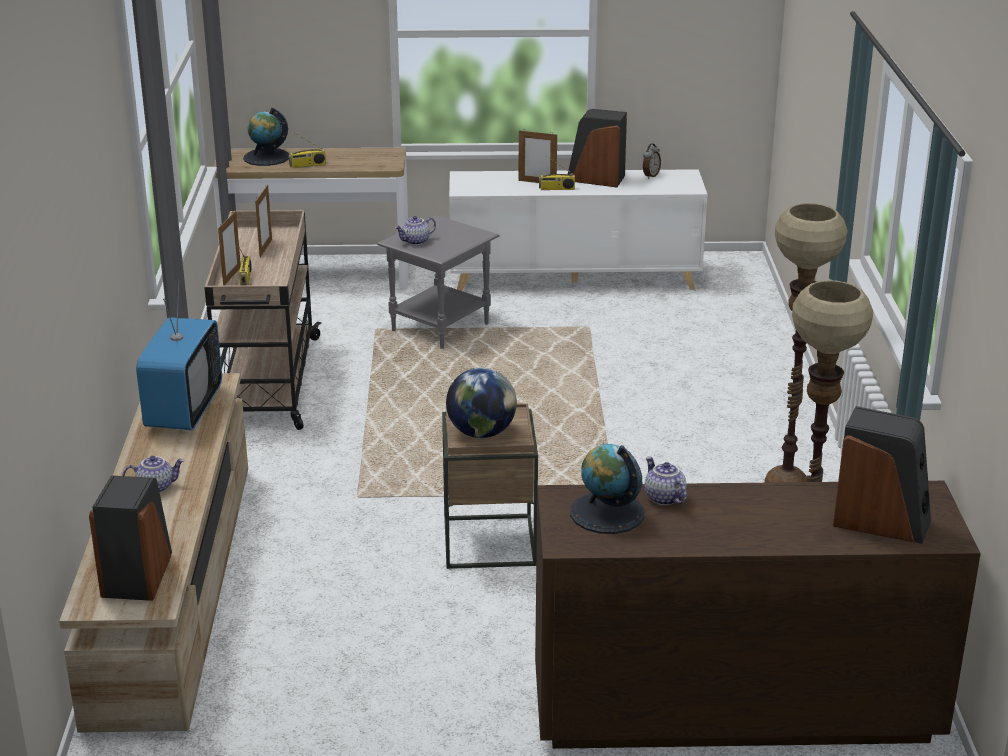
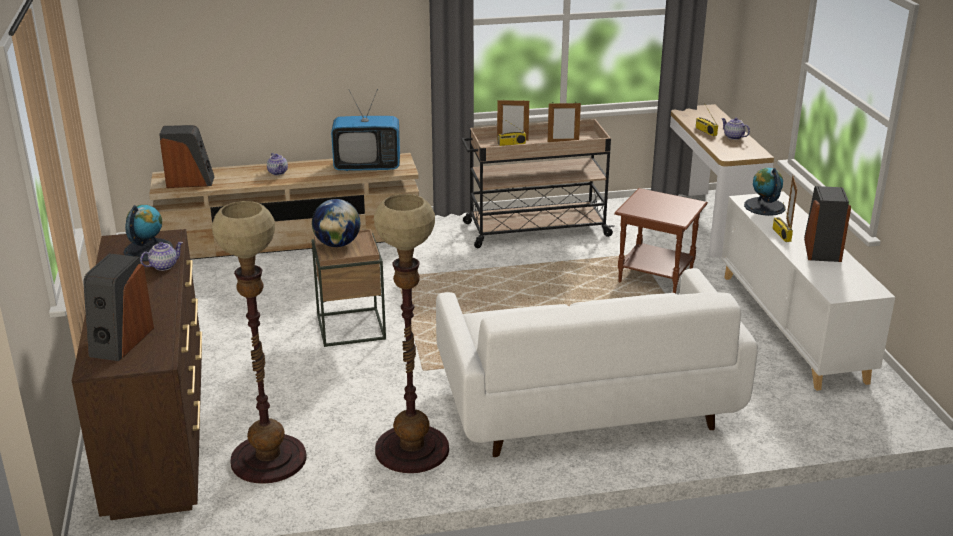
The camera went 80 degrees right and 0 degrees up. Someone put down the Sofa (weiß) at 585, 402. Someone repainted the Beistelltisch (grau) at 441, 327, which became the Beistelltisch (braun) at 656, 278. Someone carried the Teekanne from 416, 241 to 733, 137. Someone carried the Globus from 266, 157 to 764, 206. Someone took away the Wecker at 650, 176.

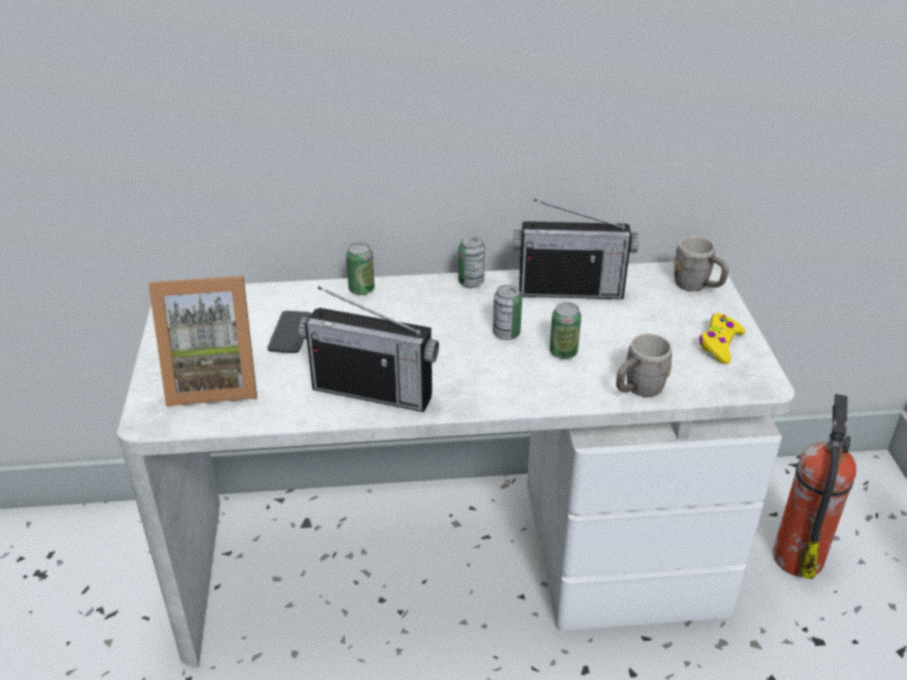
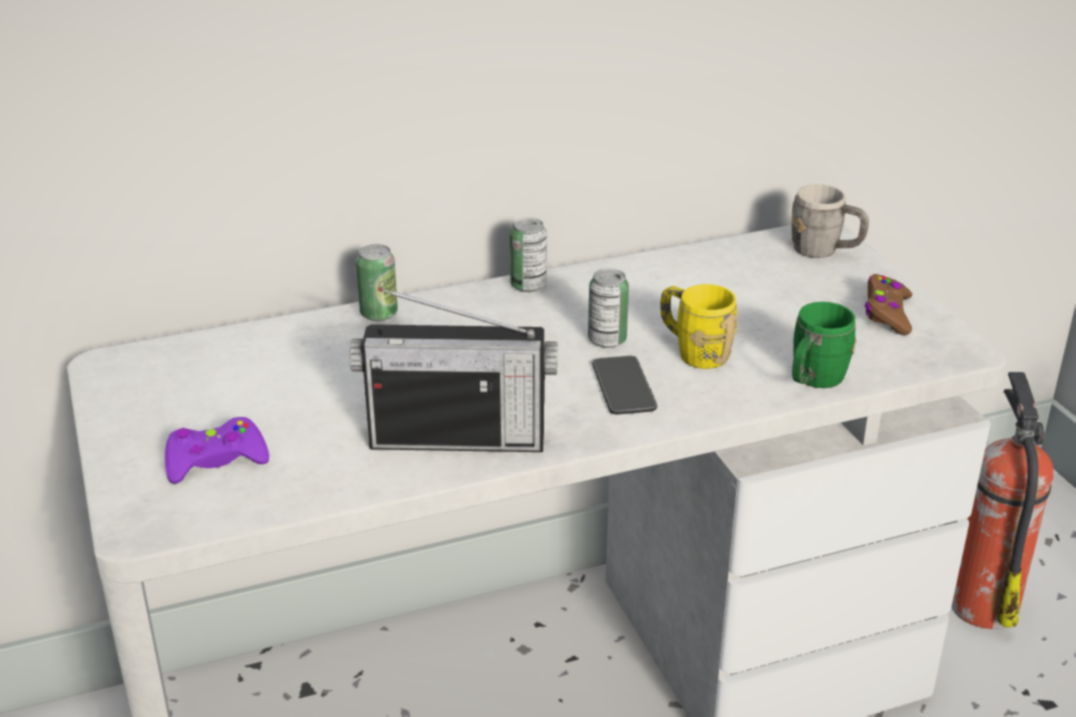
The camera went 15 degrees left and 5 degrees down. Someone swapped the Bilderrahmen at 213, 381 for the Gamepad (lila) at 215, 460. Someone carried the Handy from 290, 333 to 623, 387. Someone swapped the Dose at 563, 352 for the Henkelbecher (gelb) at 694, 351. Someone repainted the Henkelbecher (grau) at 638, 390, which became the Henkelbecher (grün) at 813, 381. Someone repainted the Gamepad (gelb) at 719, 344, which became the Gamepad (braun) at 887, 313. Someone took away the Radio at 570, 290.

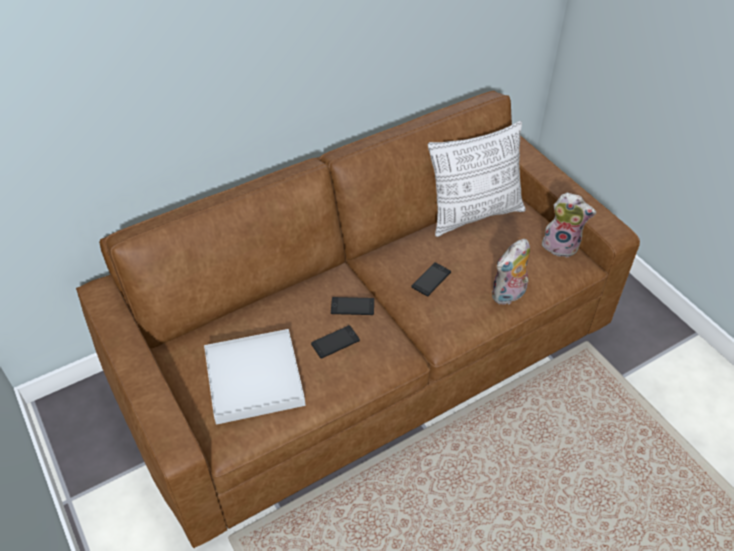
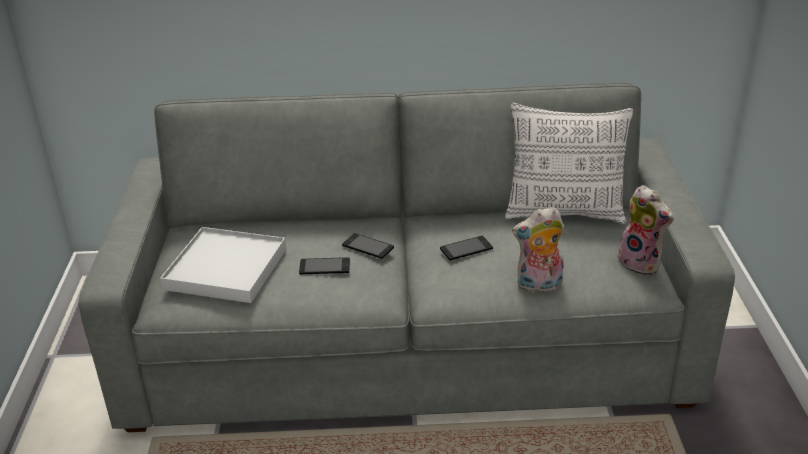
The camera went 30 degrees right and 15 degrees down. Someone repainted the Sofa (braun) at 366, 351, which became the Sofa (grau) at 407, 338.

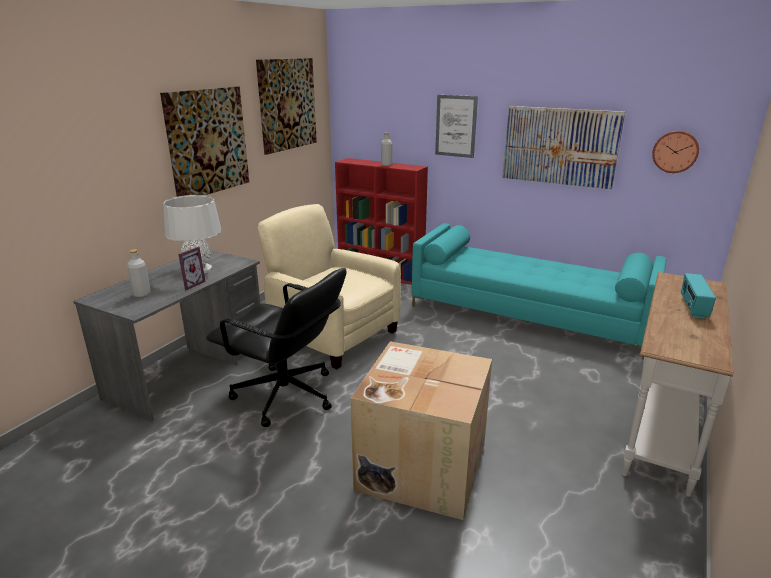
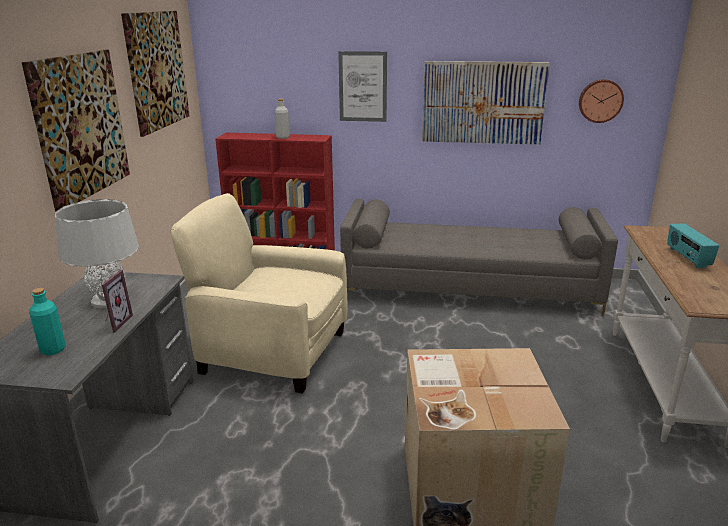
The camera went 20 degrees left and 0 degrees up. Someone repainted the Flasche (grau) at 142, 294, which became the Flasche (türkis) at 53, 350. Someone repainted the Sofa (türkis) at 528, 315, which became the Sofa (grau) at 469, 288. Someone took away the Bürostuhl (schwarz) at 285, 396.

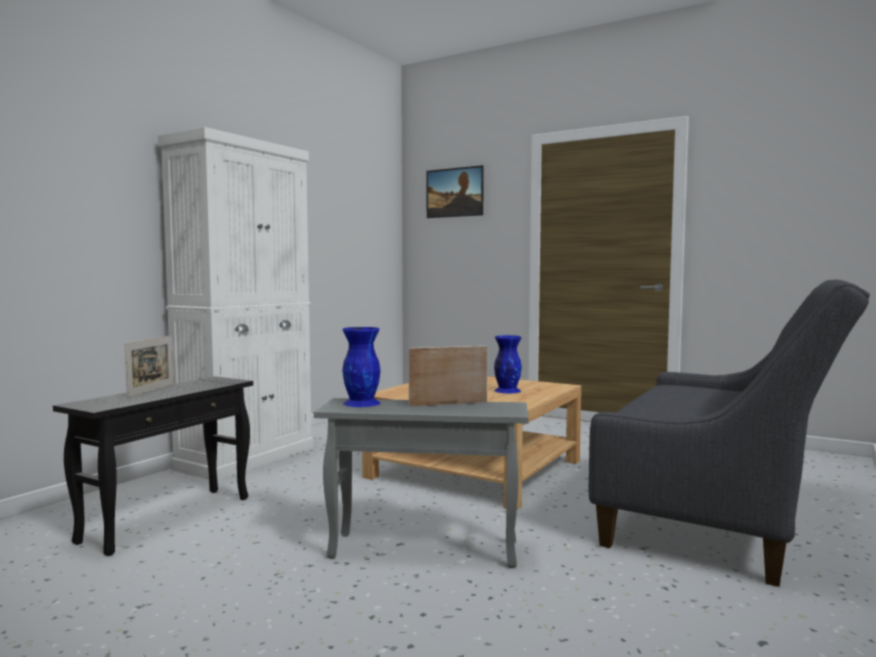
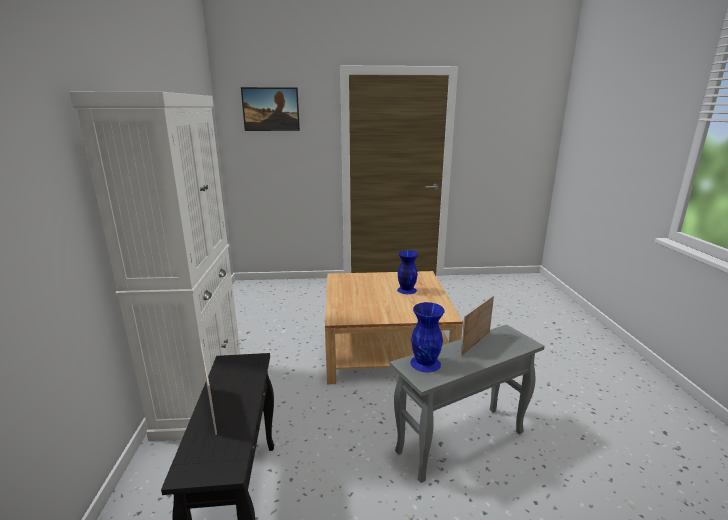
The camera went 35 degrees left and 15 degrees up. Someone took away the Sofa (grau) at 726, 515.

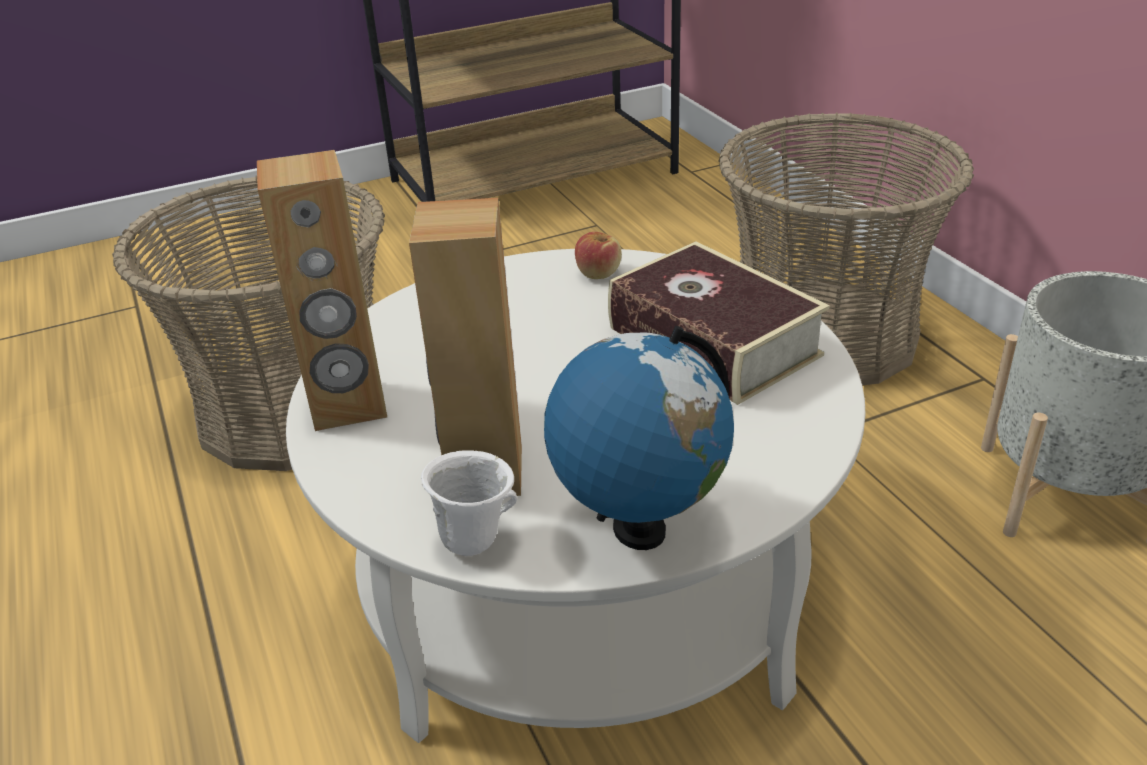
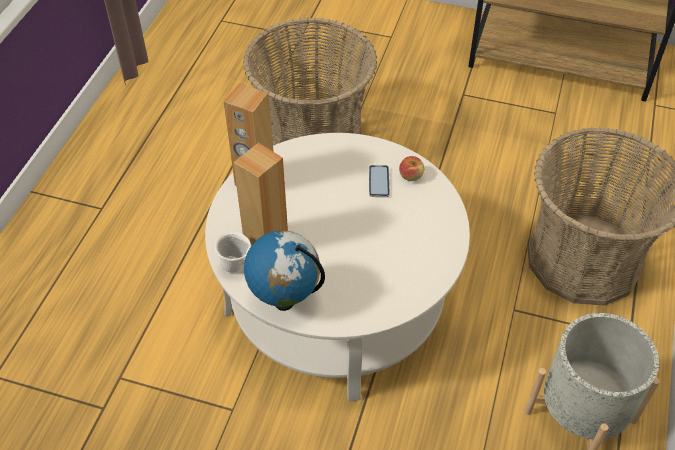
The camera went 40 degrees right and 15 degrees up. Someone put down the Handy at 379, 182. Someone took away the Buch at 713, 342.

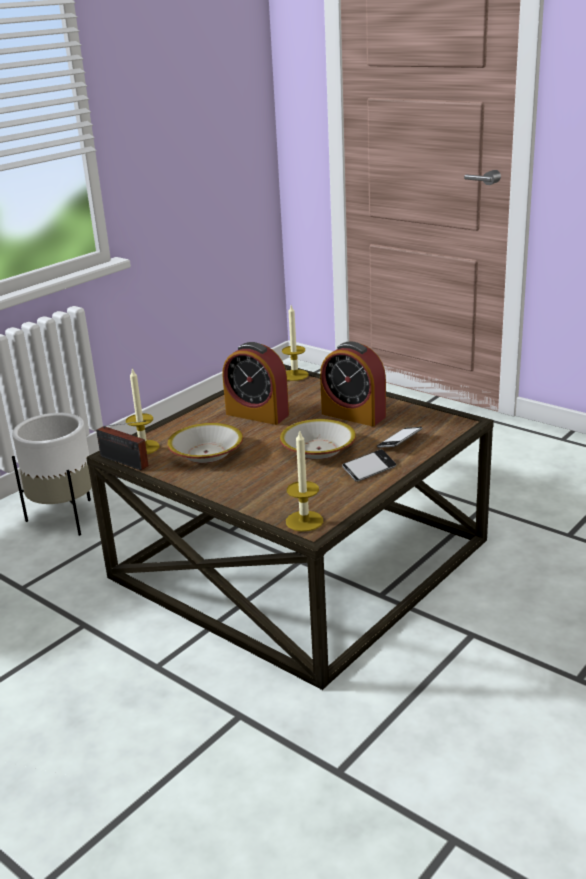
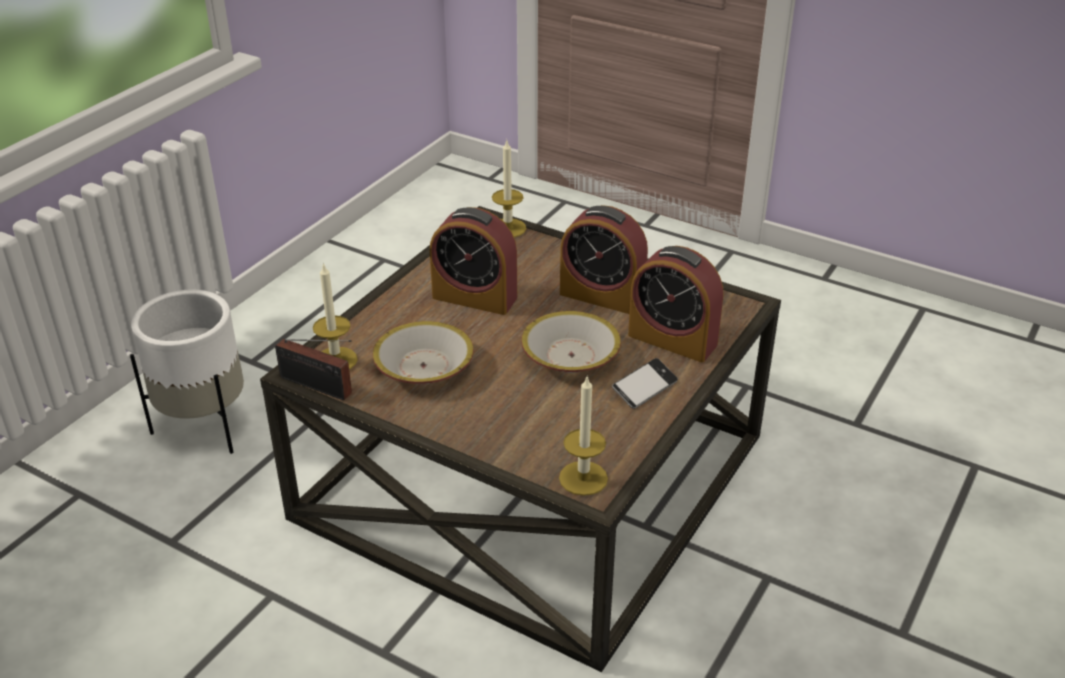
The camera went 10 degrees left and 10 degrees up. Someone swapped the Handy at 399, 441 for the Wecker at 672, 339.

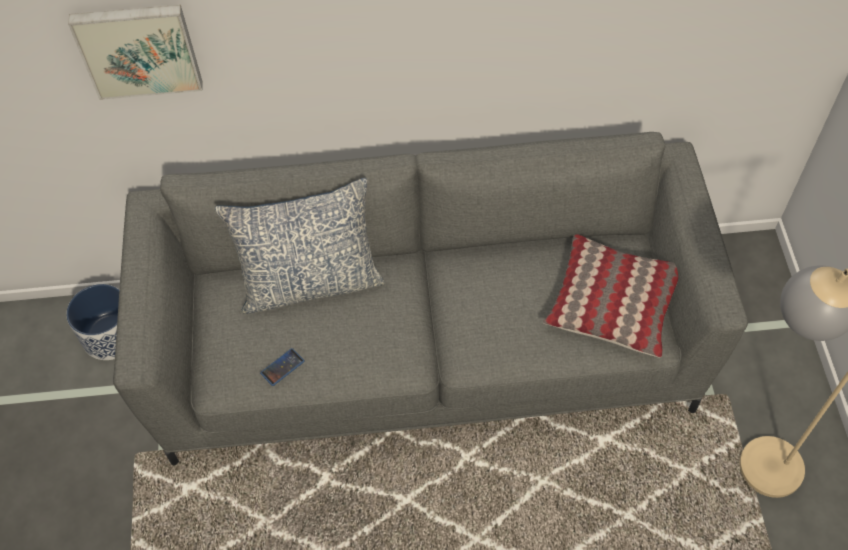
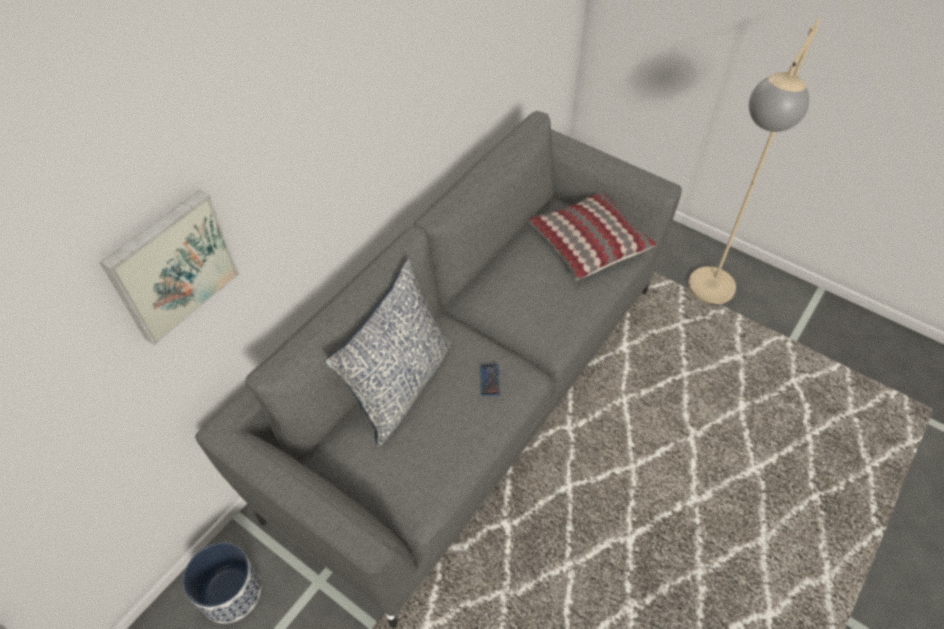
The camera went 50 degrees left and 5 degrees down. Someone carried the Handy from 282, 367 to 490, 380.

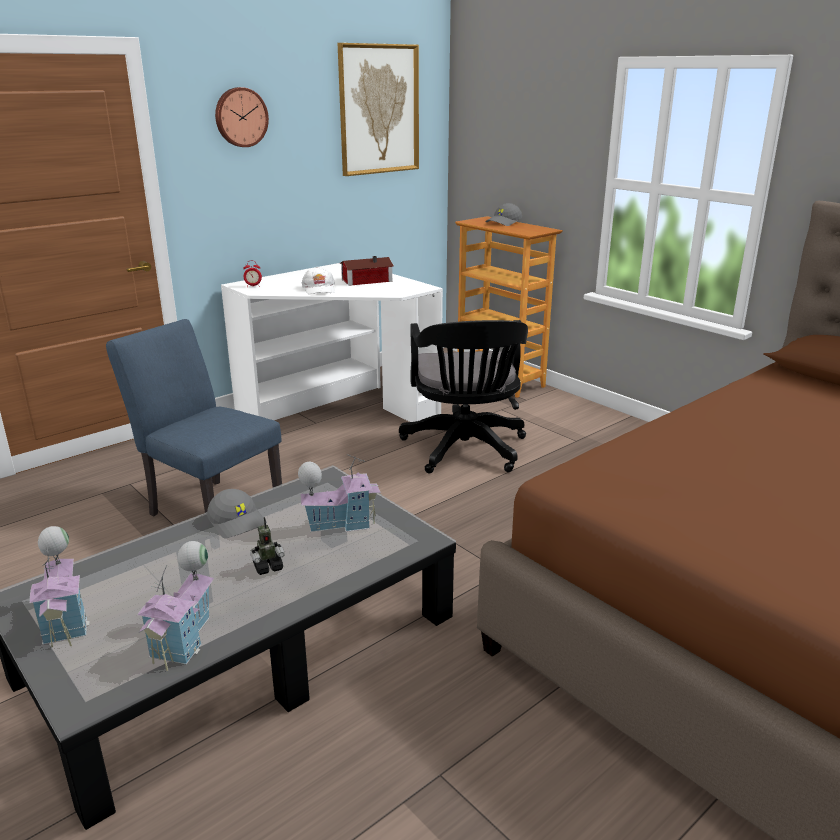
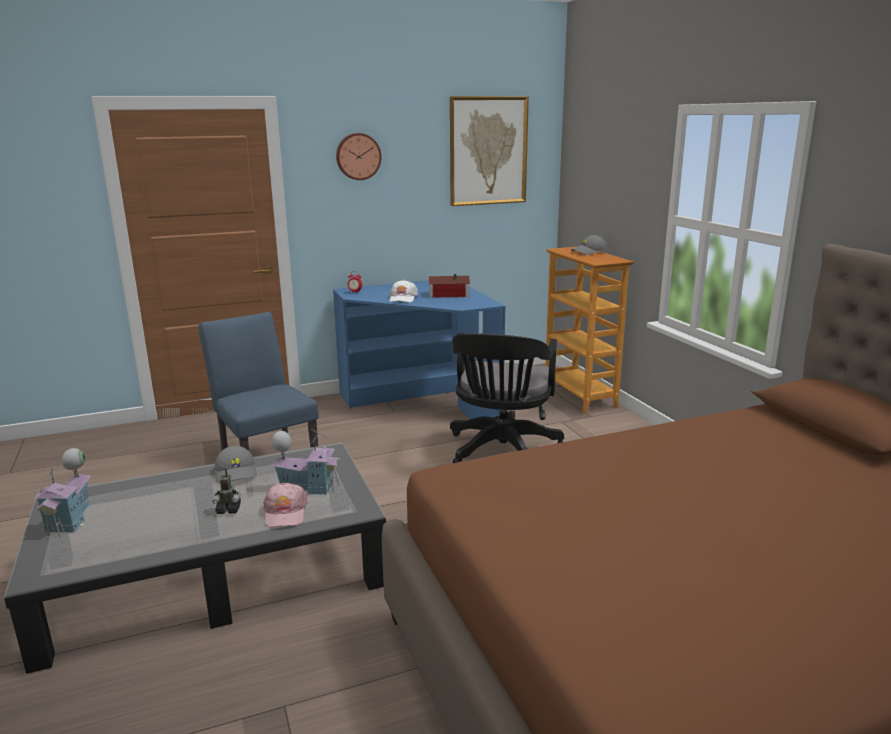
The camera went 20 degrees right and 5 degrees down. Someone put down the Kappe (rosa) at 285, 512. Someone repainted the Schreibtisch (weiß) at 338, 406, which became the Schreibtisch (blau) at 422, 401. Someone took away the Spielzeughaus at 185, 638.

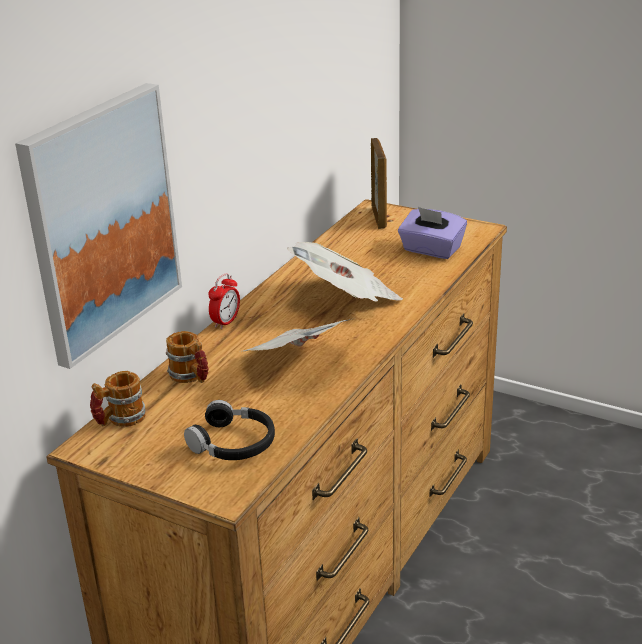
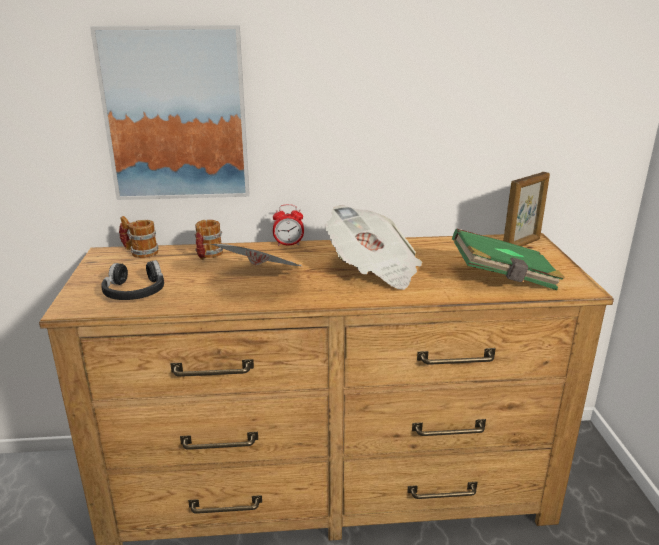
The camera went 55 degrees right and 5 degrees down. Someone swapped the Taschentuchbox (lila) at 431, 250 for the Buch (grün) at 503, 278.

